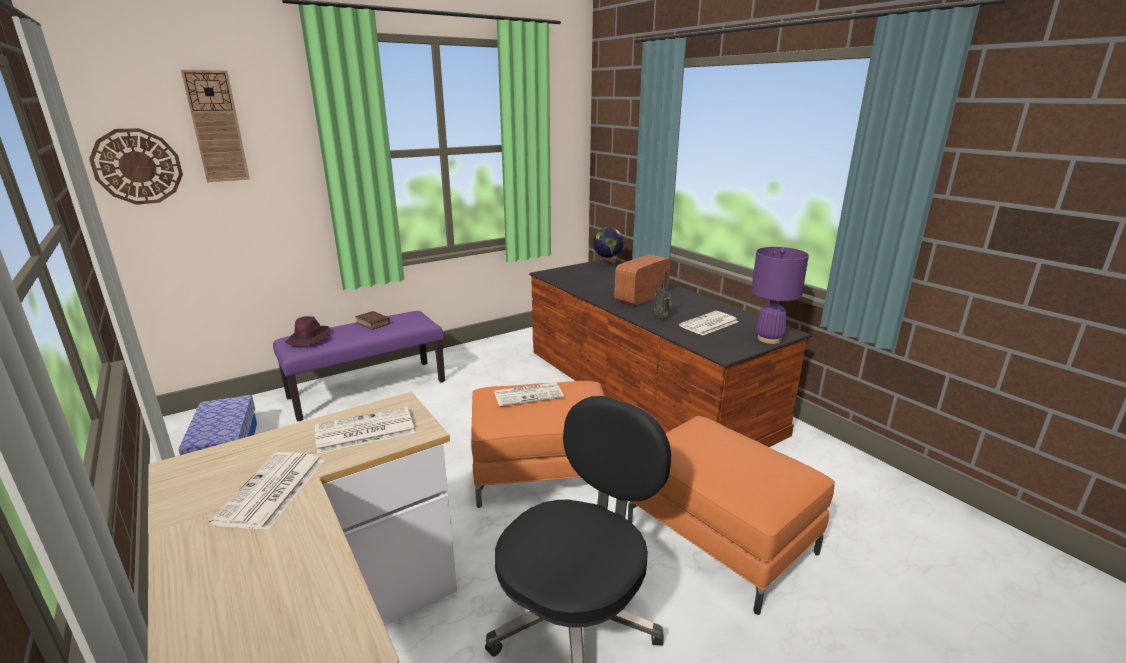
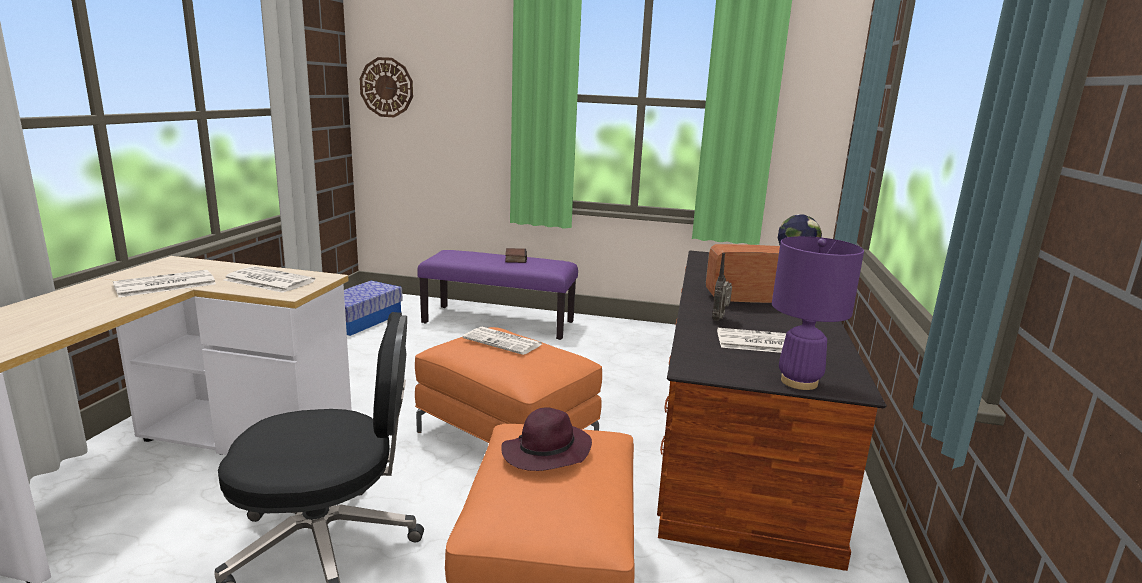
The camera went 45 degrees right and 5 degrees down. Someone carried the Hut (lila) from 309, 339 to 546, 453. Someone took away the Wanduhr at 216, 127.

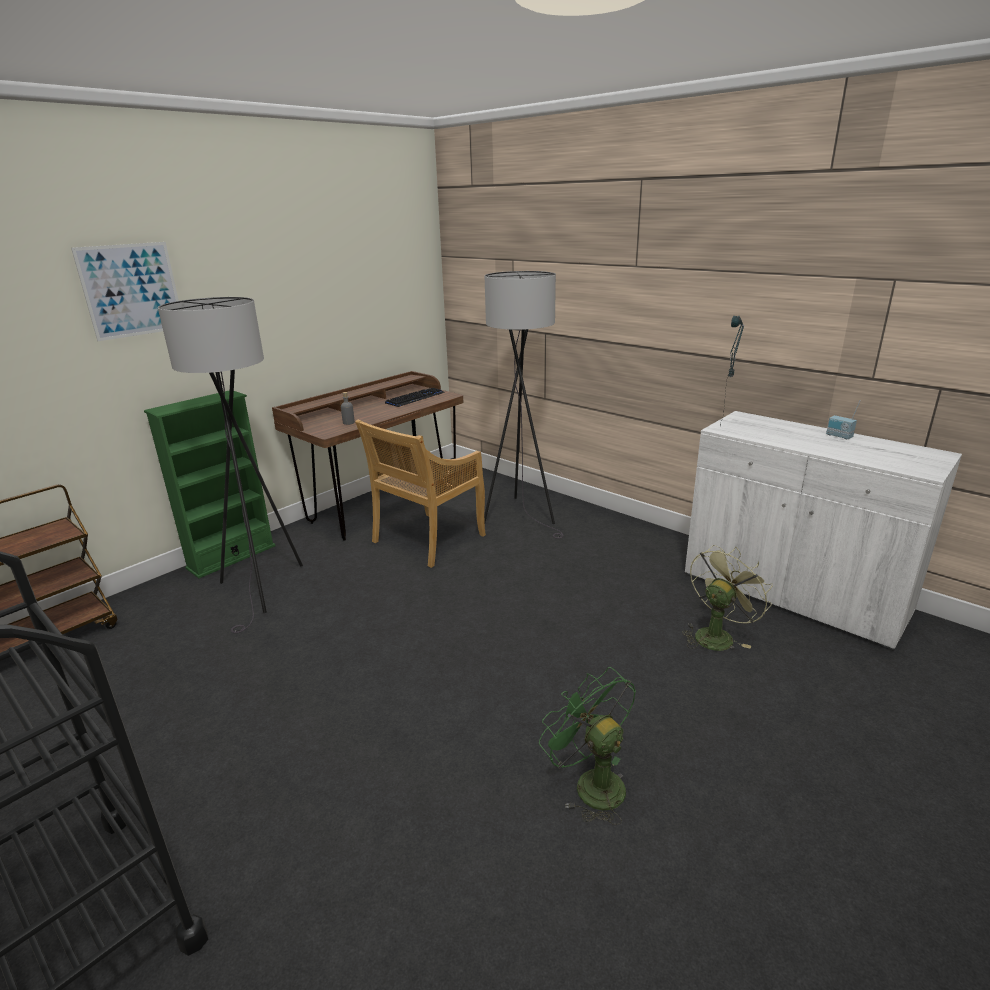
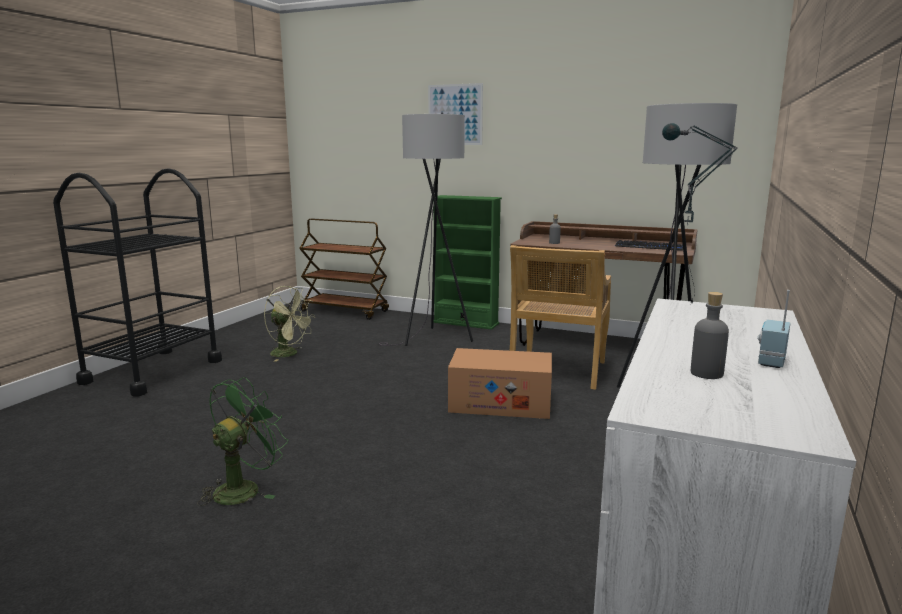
The camera went 70 degrees right and 10 degrees down. Someone carried the Ventilator (grün) from 717, 635 to 289, 354. Someone put down the Karton at 500, 403. Someone rotated the Stuhl (beige) at 427, 540 by 90 degrees counterclockwise. Someone put down the Flasche (grau) at 706, 373.

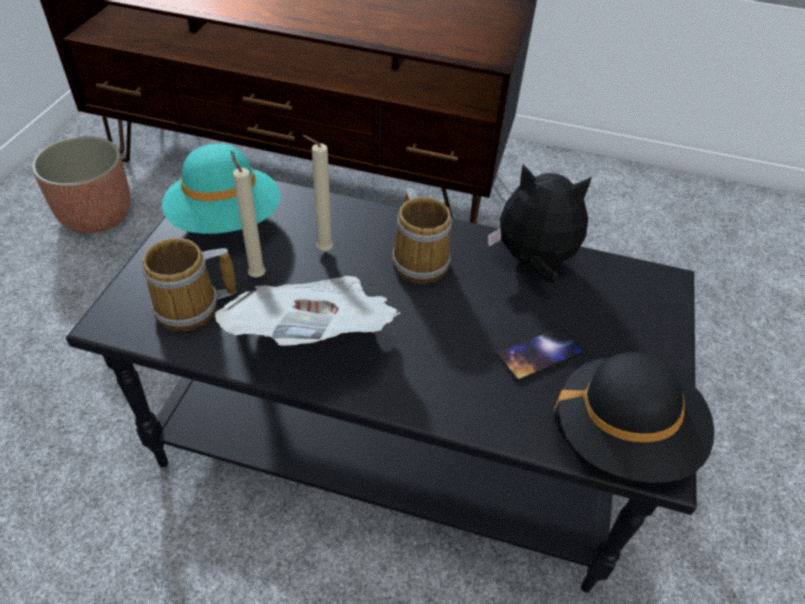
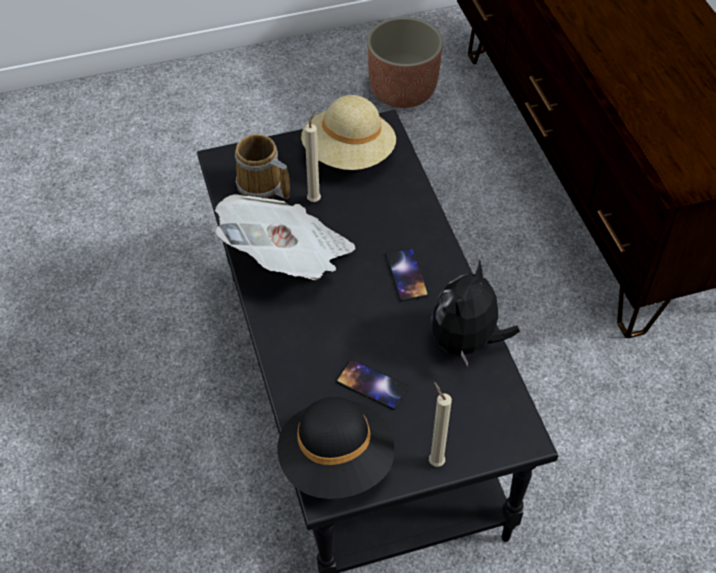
The camera went 60 degrees right and 5 degrees up. Someone repainted the Hut (türkis) at 226, 221, which became the Hut (beige) at 349, 155. Someone swapped the Henkelbecher at 420, 260 for the Handy at 406, 275. Someone carried the Kerze (beige) from 322, 250 to 434, 460. Someone rotated the Plüschtier at 533, 262 by 135 degrees counterclockwise.

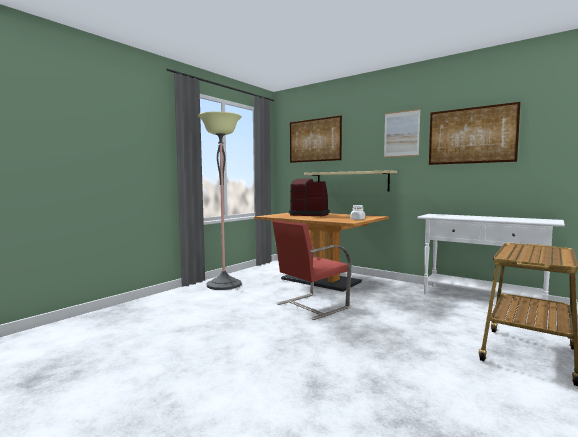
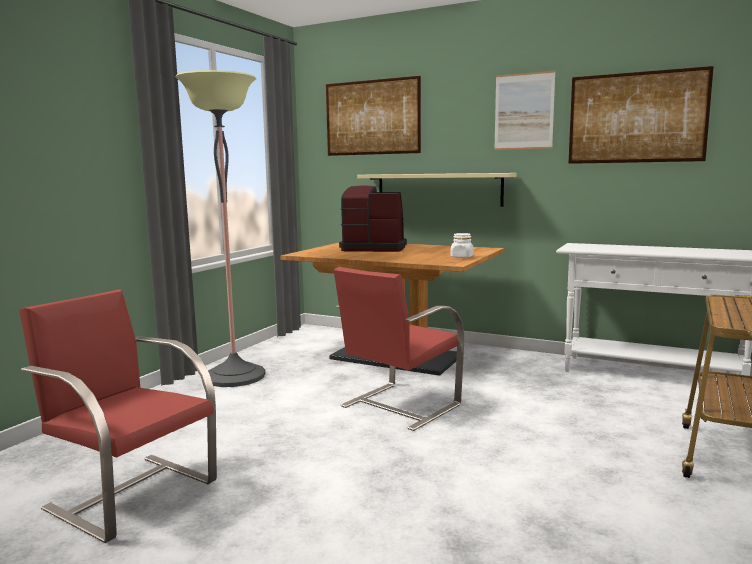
The camera went 10 degrees left and 5 degrees up. Someone put down the Stuhl (rot) at 131, 493.

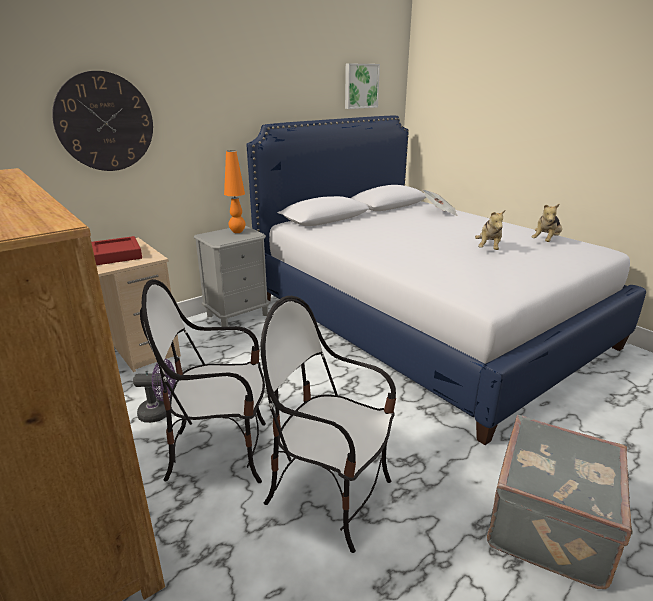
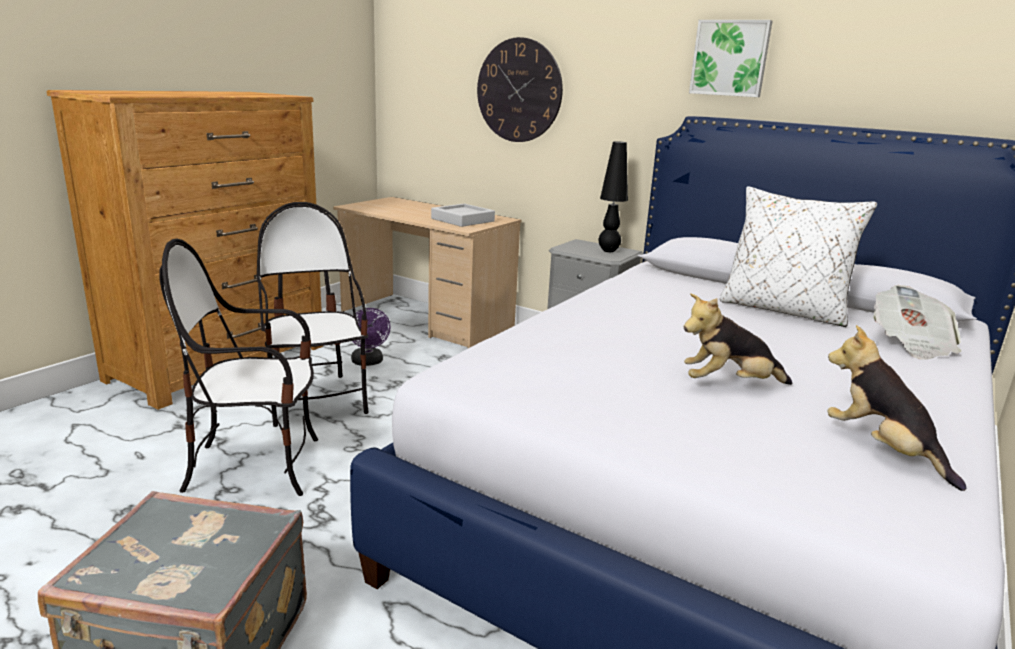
The camera went 70 degrees right and 5 degrees down. Someone rotated the Stuhl at 330, 495 by 105 degrees counterclockwise. Someone repainted the Tablett (rot) at 116, 255, which became the Tablett (grau) at 462, 220. Someone repainted the Tischlampe (orange) at 237, 232, which became the Tischlampe (schwarz) at 608, 251. Someone carried the Bild from 360, 86 to 730, 58. Someone put down the Kissen (weiß) at 783, 310. Someone rotated the Plüschtier at 546, 241 by 45 degrees clockwise.

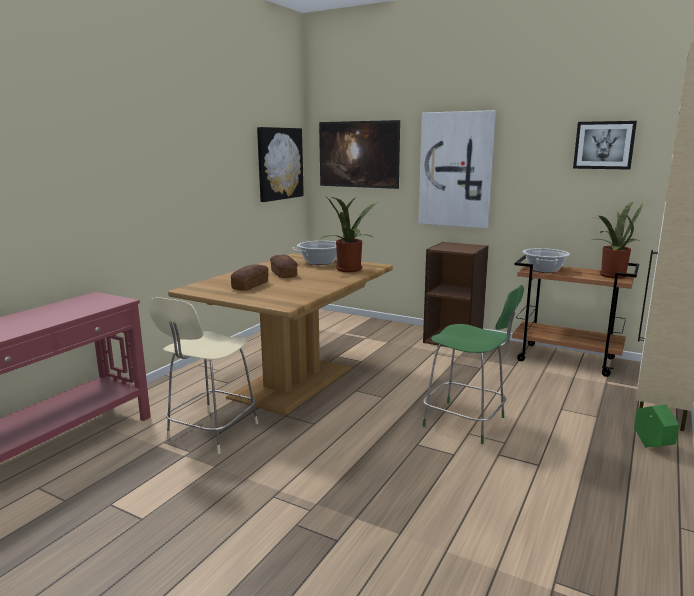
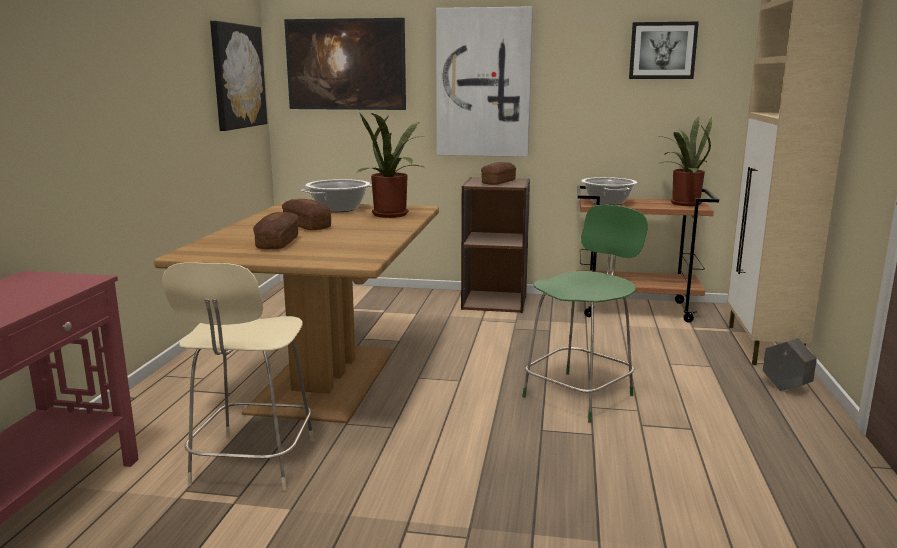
The camera went 20 degrees left and 0 degrees up. Someone put down the Brot at 498, 182. Someone rotated the Stuhl (grün) at 467, 422 by 60 degrees counterclockwise. Someone repainted the Pflanzkübel (grün) at 652, 446, which became the Pflanzkübel (grau) at 785, 388.

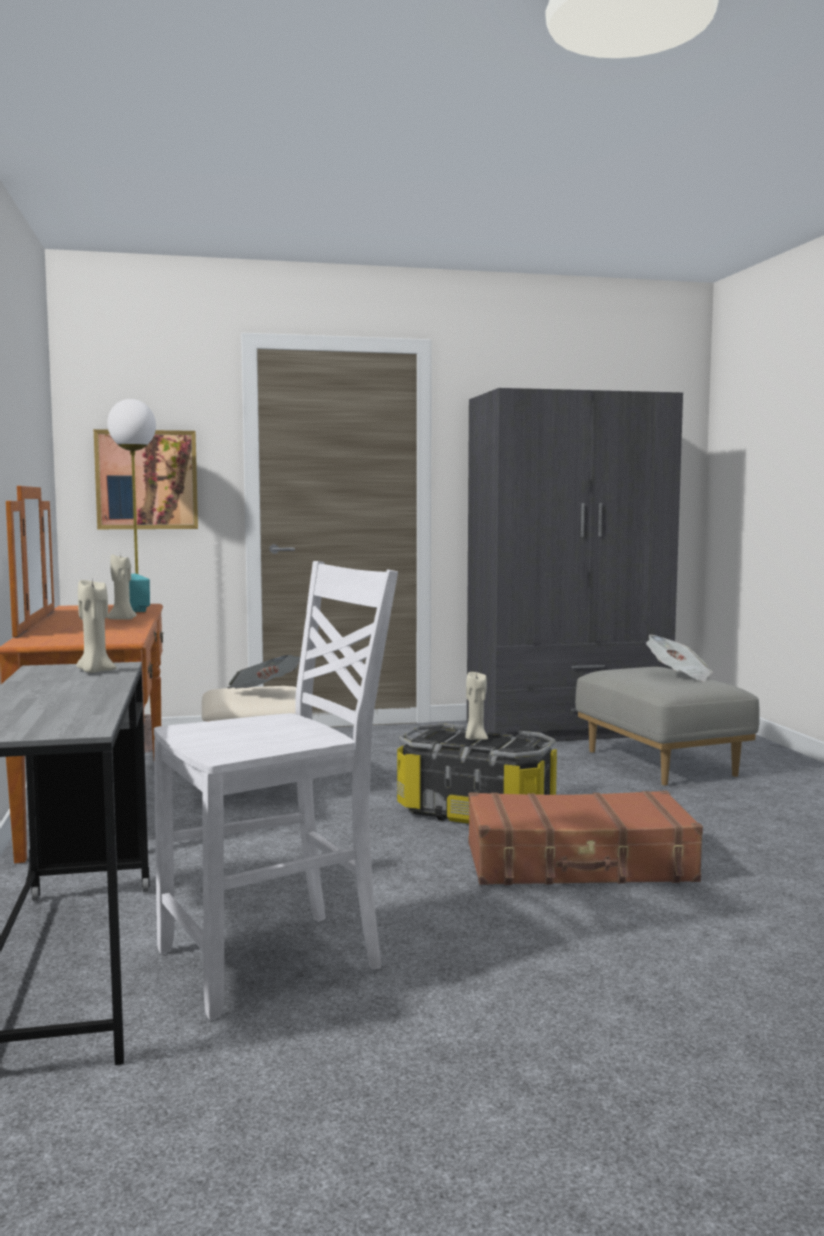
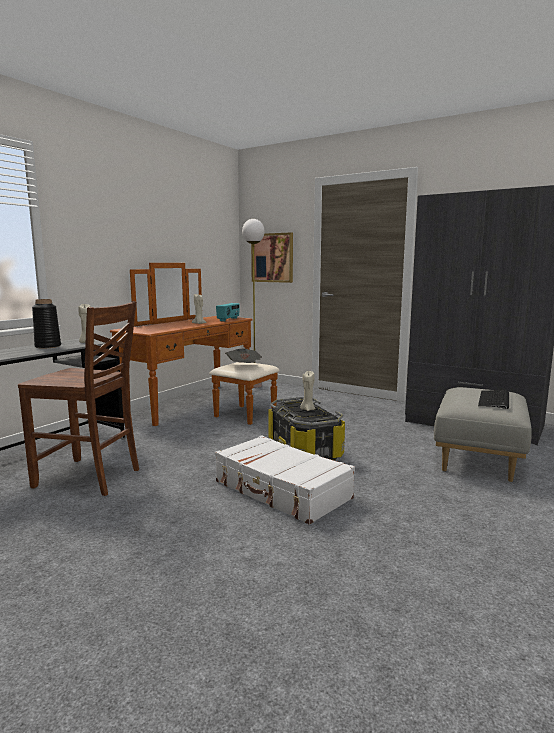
The camera went 45 degrees right and 5 degrees up. Someone repainted the Stuhl (weiß) at 275, 961, which became the Stuhl (braun) at 90, 478. Someone put down the Vase (schwarz) at 48, 346. Someone repainted the Koffer (braun) at 579, 863, which became the Koffer (weiß) at 281, 490. Someone swapped the Zeitung at 679, 676 for the Tastatur at 494, 400.

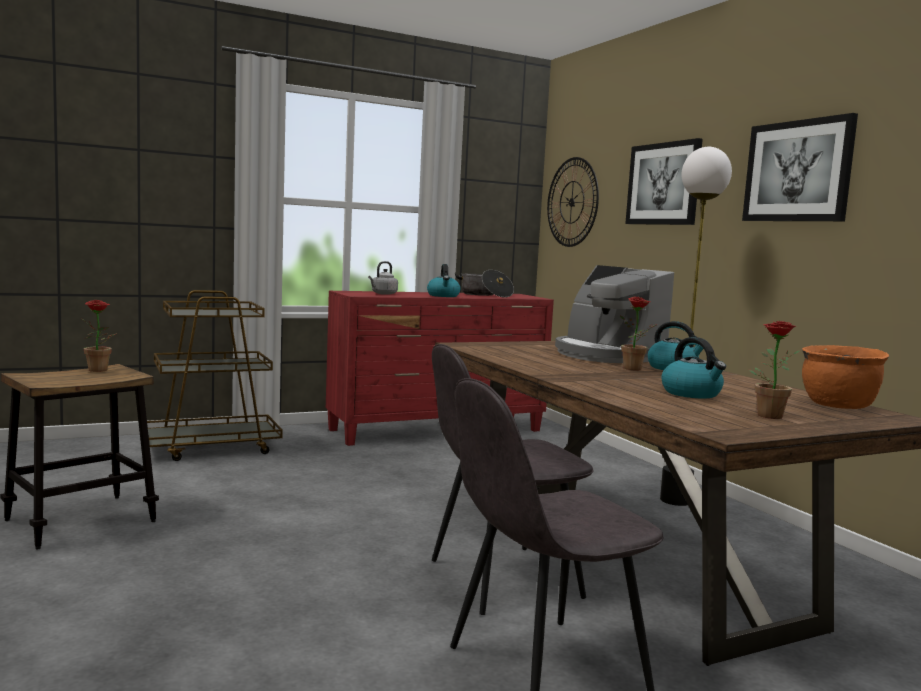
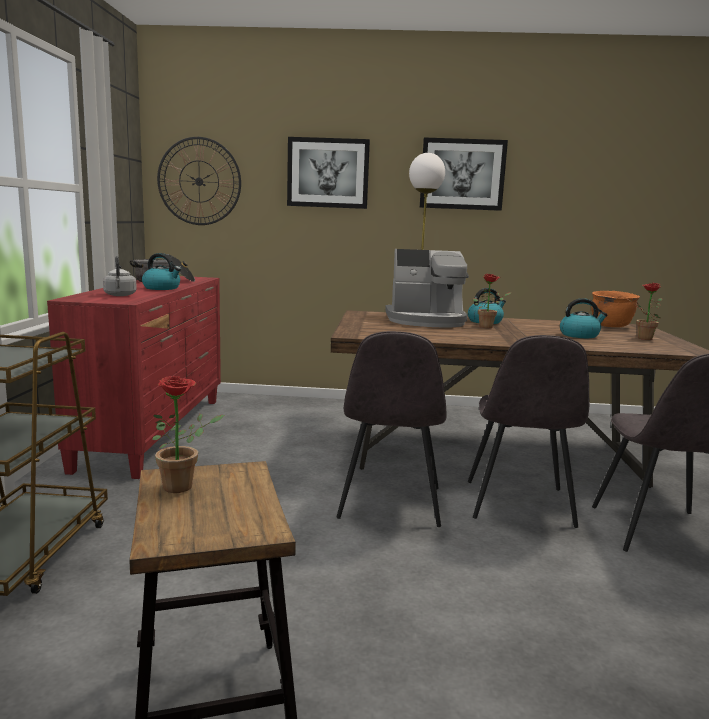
The camera went 60 degrees left and 5 degrees up. Someone put down the Stuhl (grau) at 389, 504.

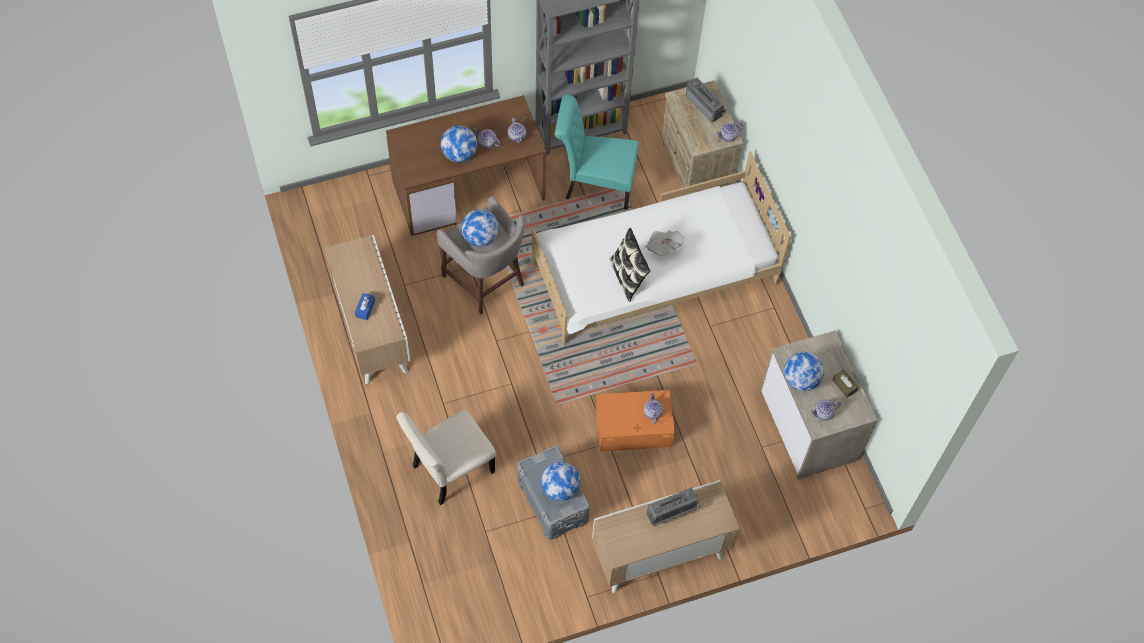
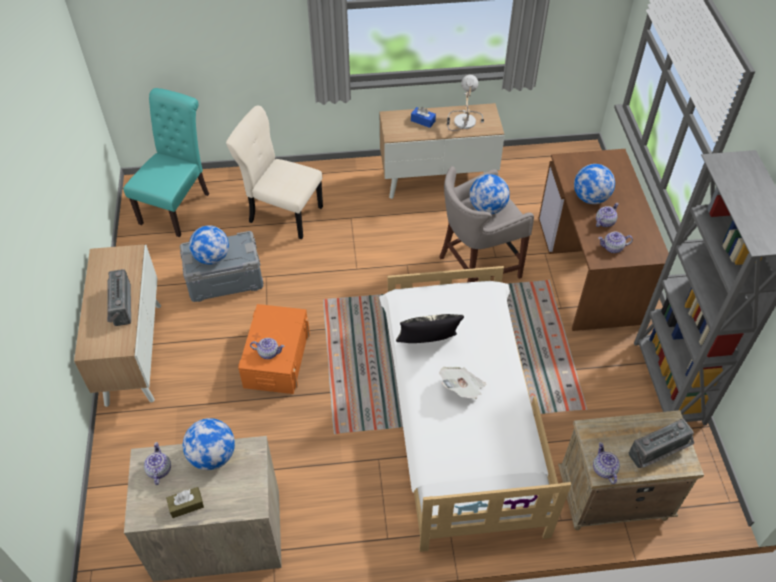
The camera went 105 degrees right and 10 degrees down. Someone carried the Stuhl (türkis) from 594, 185 to 178, 205. Someone rotated the Stuhl (beige) at 450, 470 by 45 degrees counterclockwise. Someone put down the Tischlampe at 462, 120.

